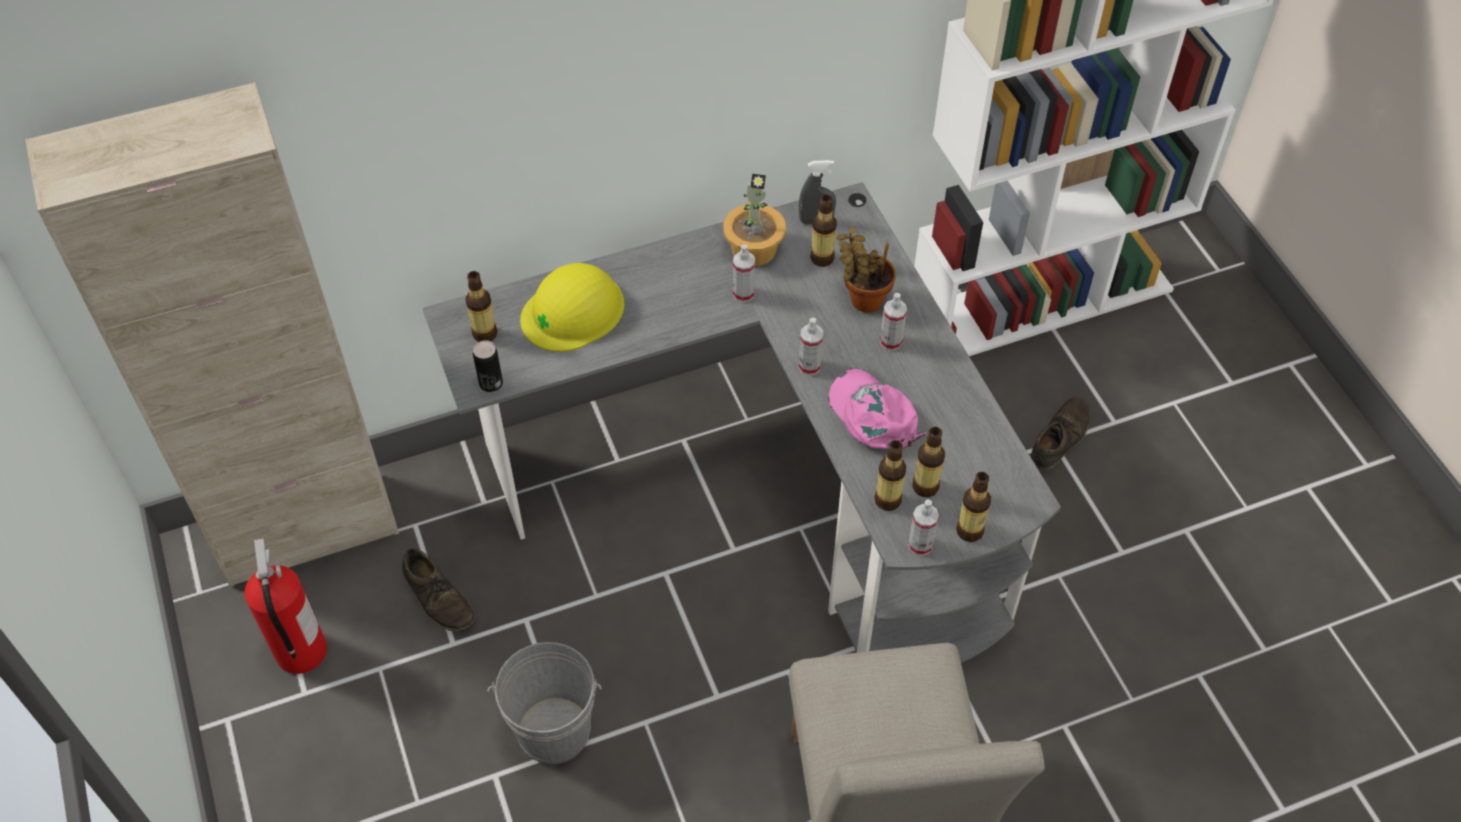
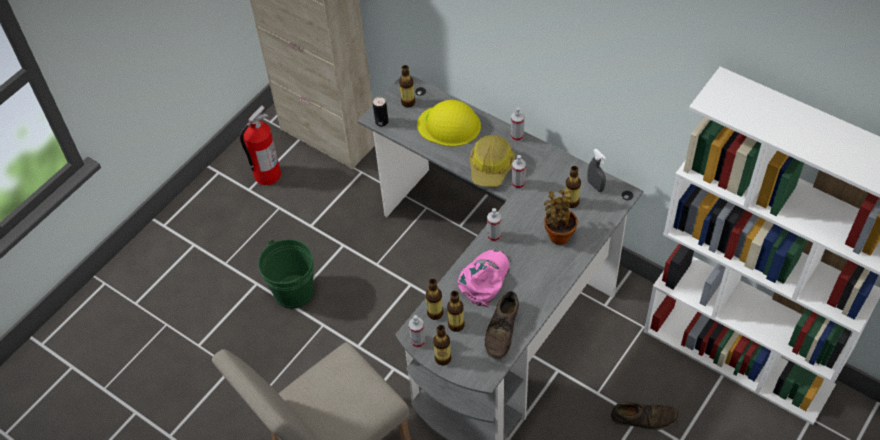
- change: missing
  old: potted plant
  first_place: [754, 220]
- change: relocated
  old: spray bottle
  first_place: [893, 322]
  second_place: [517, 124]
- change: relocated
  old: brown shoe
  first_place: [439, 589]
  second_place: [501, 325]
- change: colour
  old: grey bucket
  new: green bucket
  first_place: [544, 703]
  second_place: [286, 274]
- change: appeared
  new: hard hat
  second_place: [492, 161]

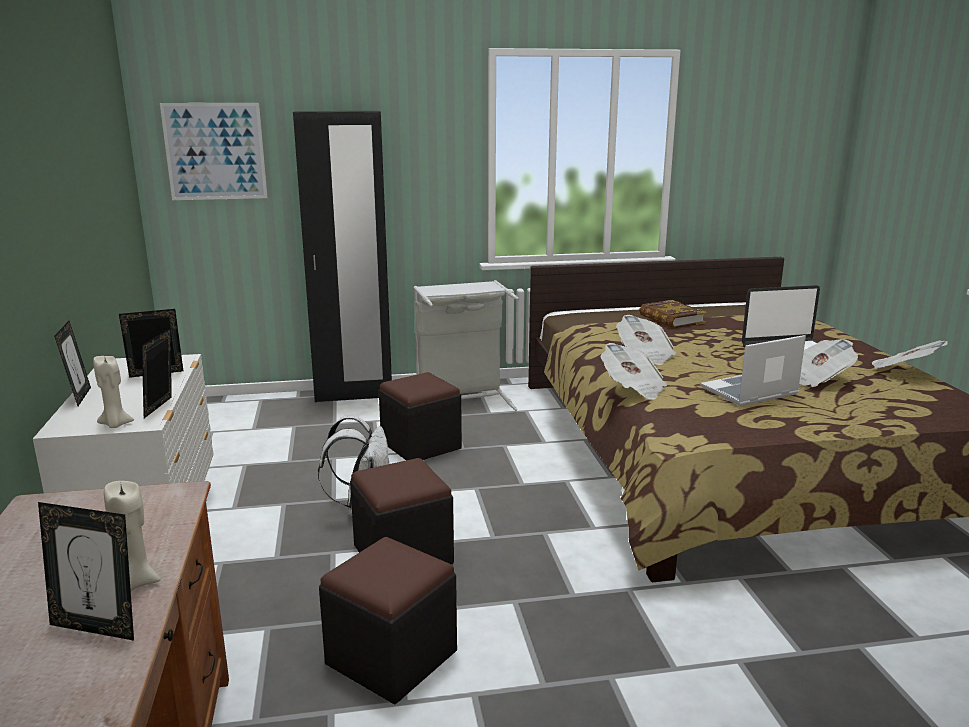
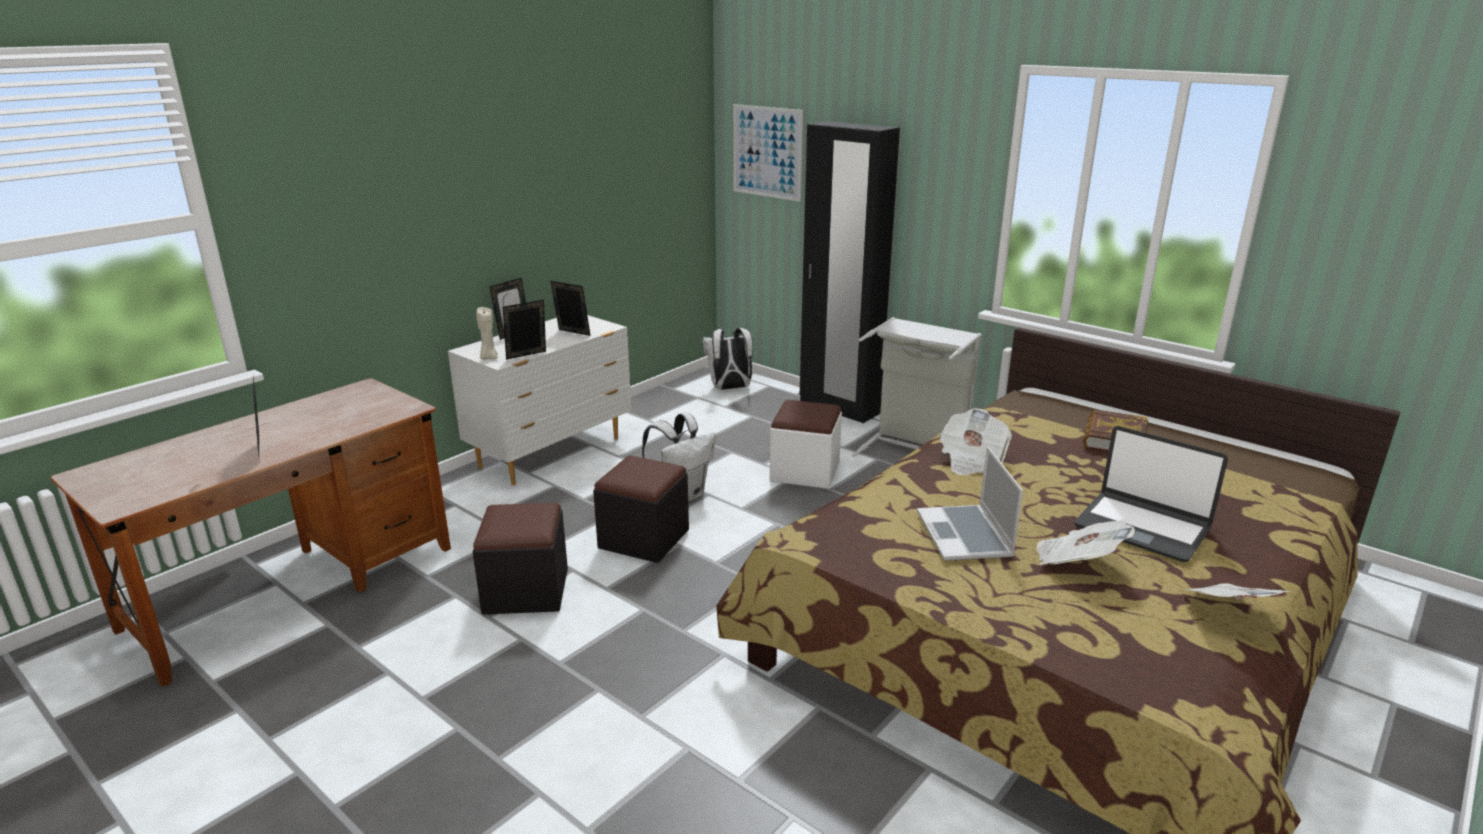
- change: spun
  old: laptop
  first_place: [753, 370]
  second_place: [970, 503]
  degrees: -120
- change: missing
  old: newspaper
  first_place: [634, 371]
- change: colour
  old: black ottoman
  new: white ottoman
  first_place: [420, 416]
  second_place: [806, 444]
- change: missing
  old: beige candle
  first_place: [132, 536]
- change: appeared
  new: white backpack
  second_place: [727, 359]

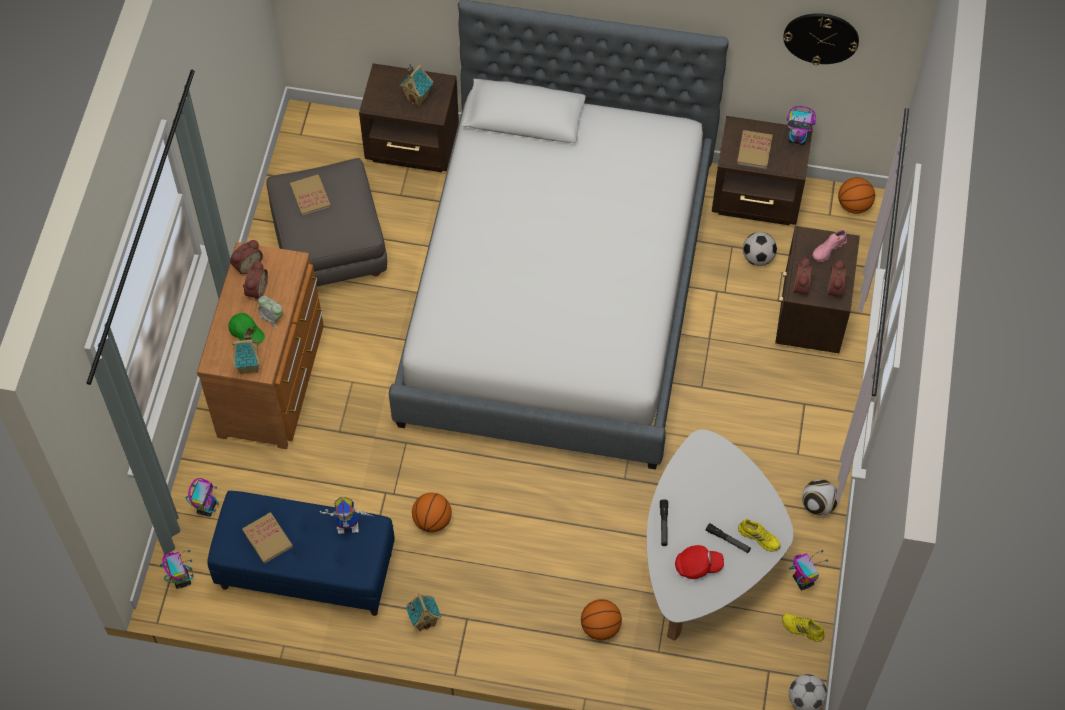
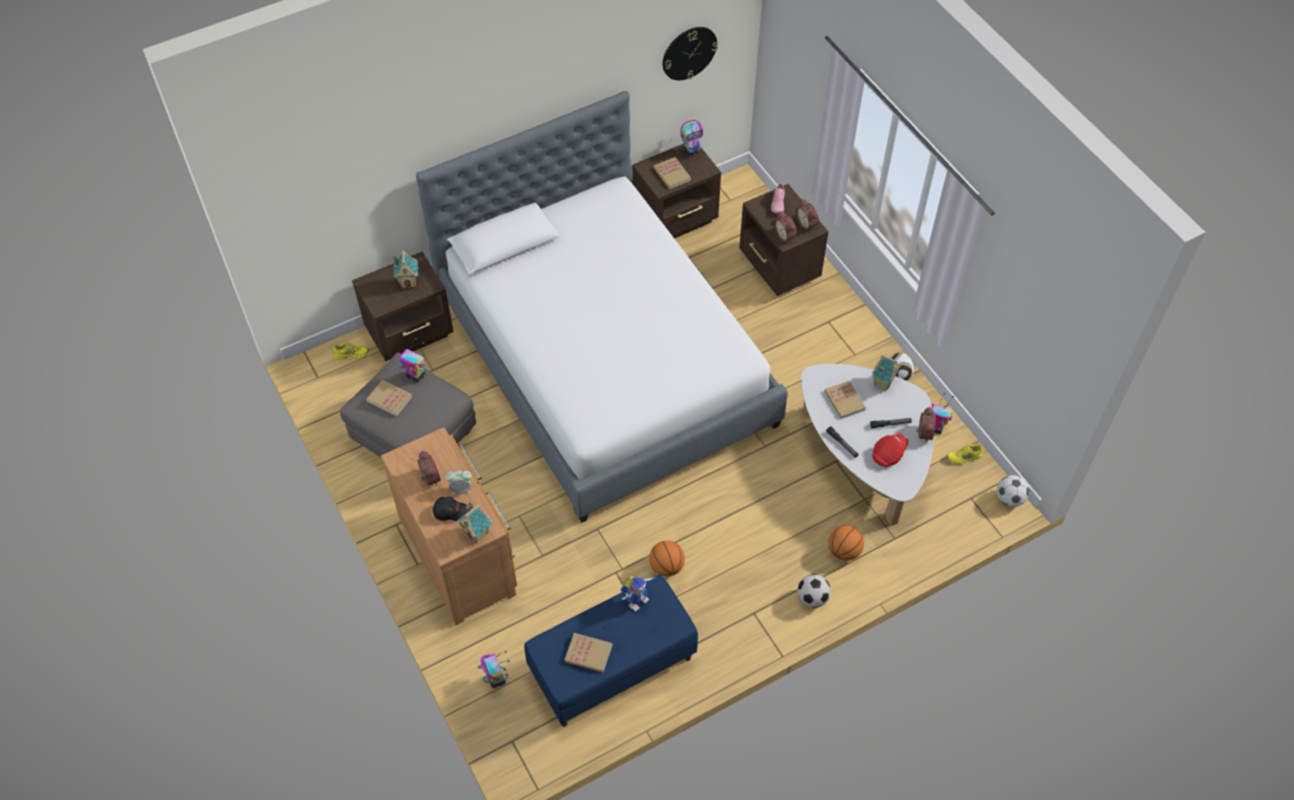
- change: missing
  old: basketball
  first_place: [856, 195]
- change: relocated
  old: football
  first_place: [760, 249]
  second_place: [814, 591]
- change: relocated
  old: alarm clock
  first_place: [246, 257]
  second_place: [926, 425]
- change: colour
  old: green cap
  new: black cap
  first_place: [246, 329]
  second_place: [450, 509]
- change: relocated
  old: yellow shoe
  first_place: [759, 535]
  second_place: [351, 351]
- change: relocated
  old: toy robot
  first_place: [177, 569]
  second_place: [412, 360]
- change: relocated
  old: toy house
  first_place: [423, 612]
  second_place: [886, 372]
- change: appeared
  new: book
  second_place: [845, 400]

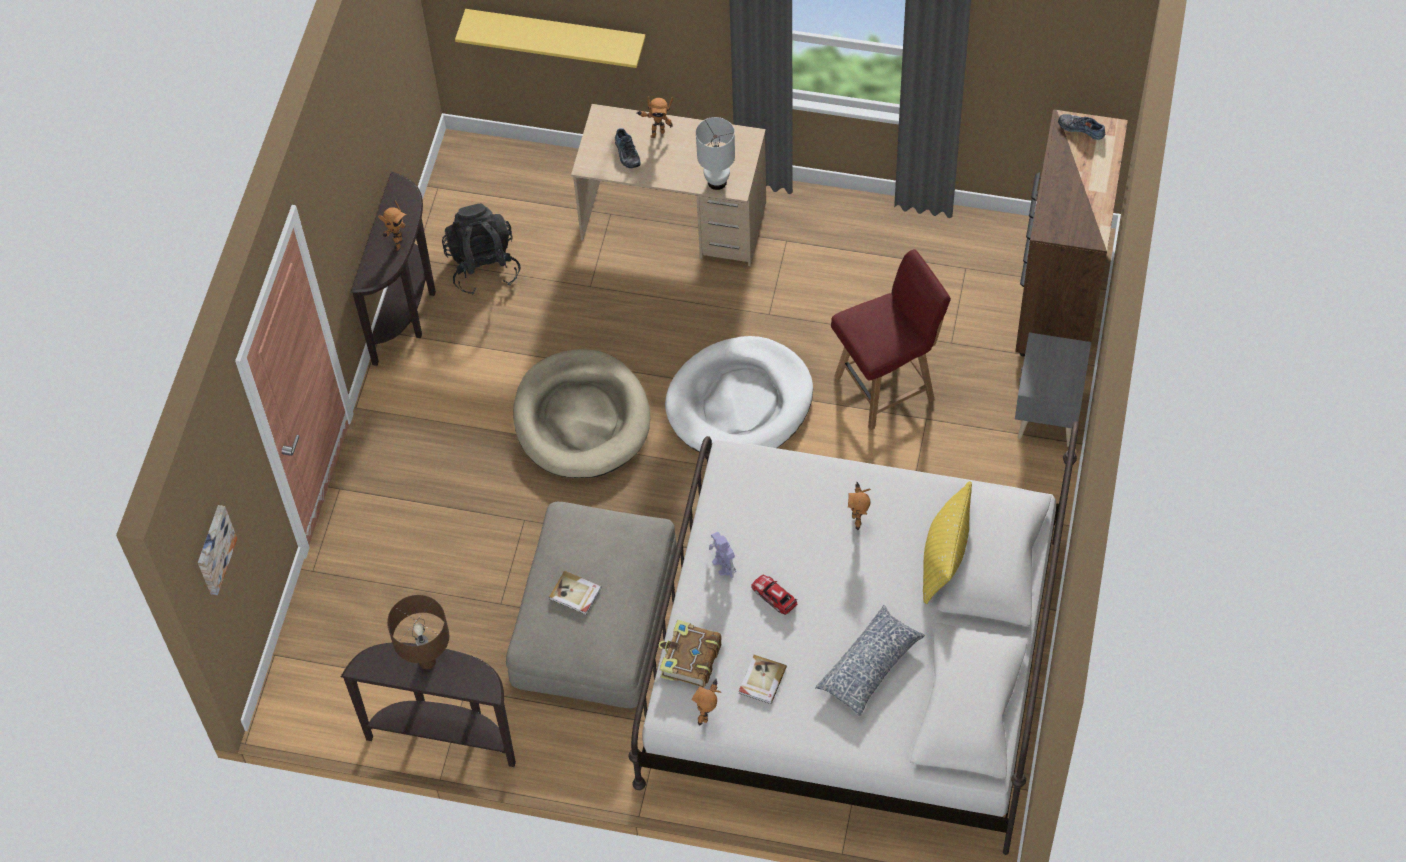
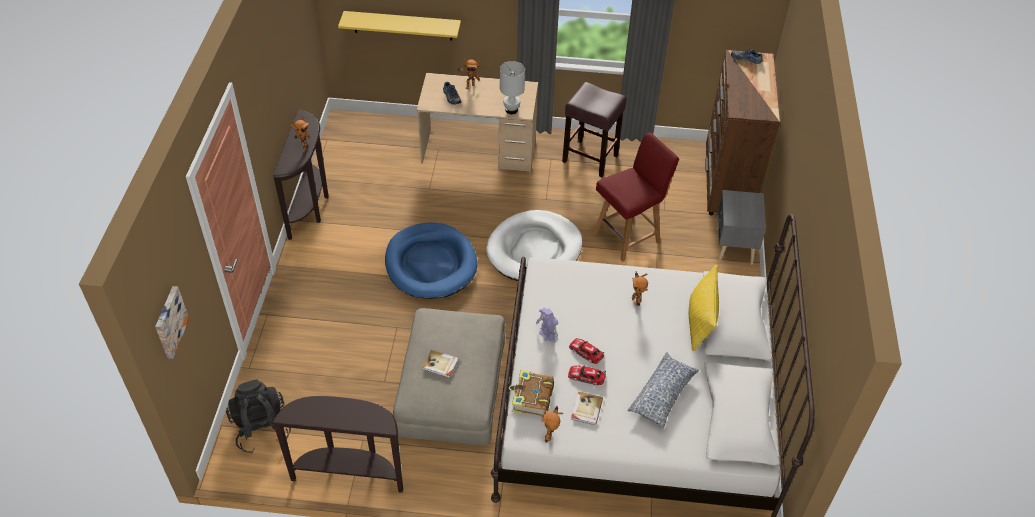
- change: relocated
  old: black backpack
  first_place: [481, 249]
  second_place: [258, 416]
- change: colour
  old: beige dog bed
  new: blue dog bed
  first_place: [581, 413]
  second_place: [431, 261]
- change: missing
  old: brown table lamp
  first_place: [418, 632]
- change: appeared
  new: brown stool
  second_place: [594, 129]
- change: appeared
  new: toy car
  second_place: [587, 375]

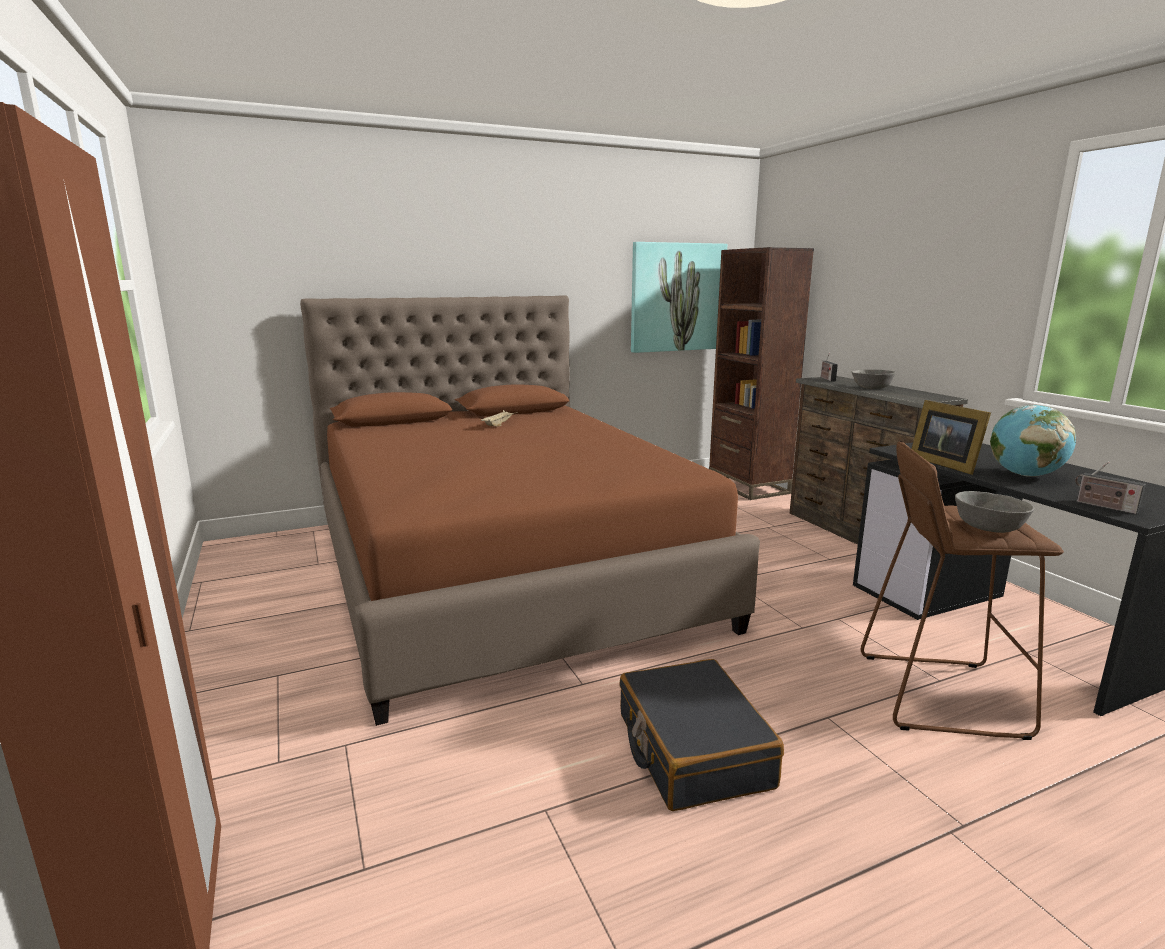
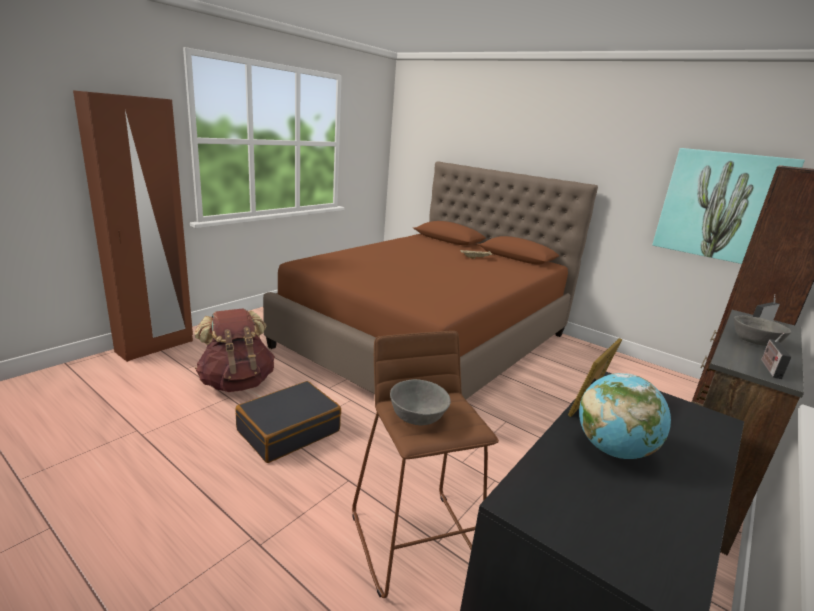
- change: relocated
  old: radio
  first_place: [1110, 488]
  second_place: [776, 356]
- change: appeared
  new: brown backpack
  second_place: [235, 350]

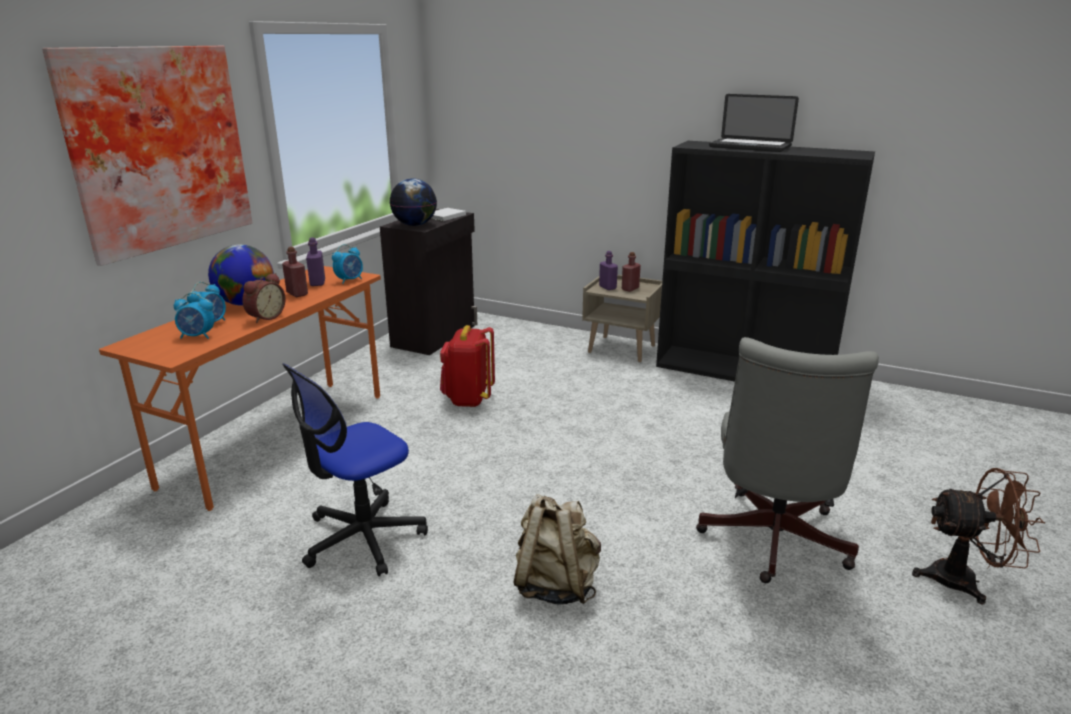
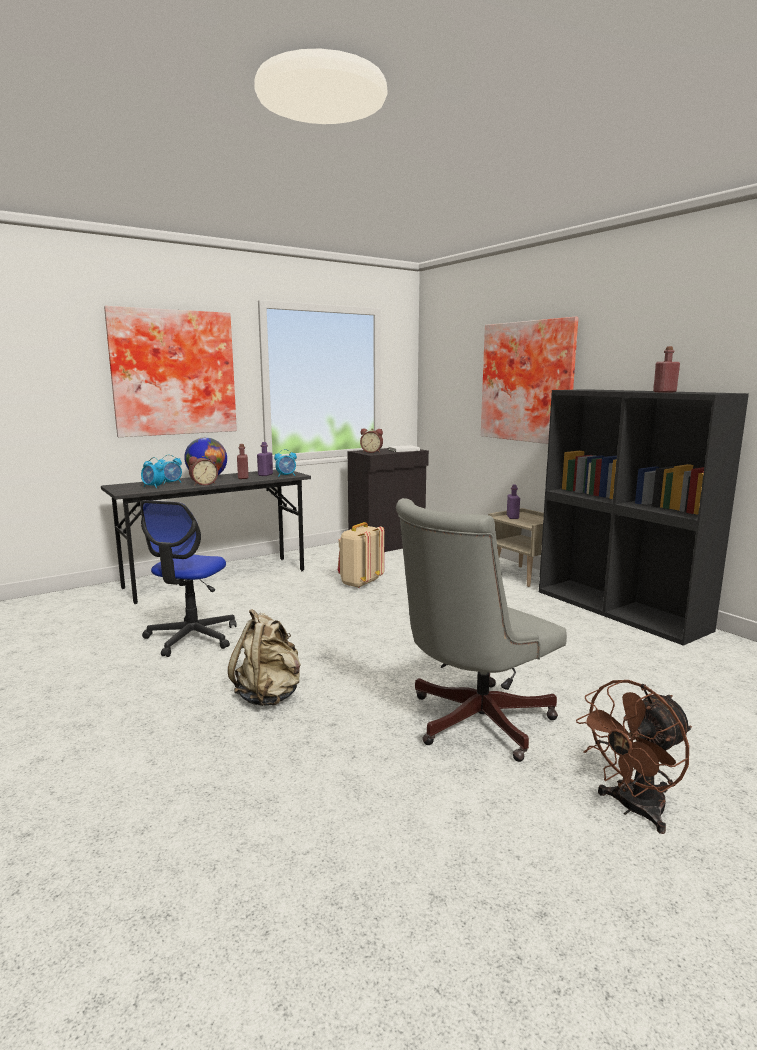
- change: missing
  old: laptop
  first_place: [754, 123]
- change: exchanged
  old: globe
  new: alarm clock
  first_place: [413, 202]
  second_place: [371, 441]
- change: relocated
  old: red bottle
  first_place: [631, 272]
  second_place: [666, 369]
- change: colour
  old: orange desk
  new: grey desk
  first_place: [240, 388]
  second_place: [206, 536]
- change: colour
  old: red backpack
  new: beige backpack
  first_place: [467, 366]
  second_place: [361, 555]
- change: spun
  old: office chair
  first_place: [355, 469]
  second_place: [188, 578]
  degrees: -60
- change: spun
  old: brown fan
  first_place: [978, 536]
  second_place: [634, 757]
  degrees: 105
- change: appeared
  new: picture
  second_place: [529, 380]

